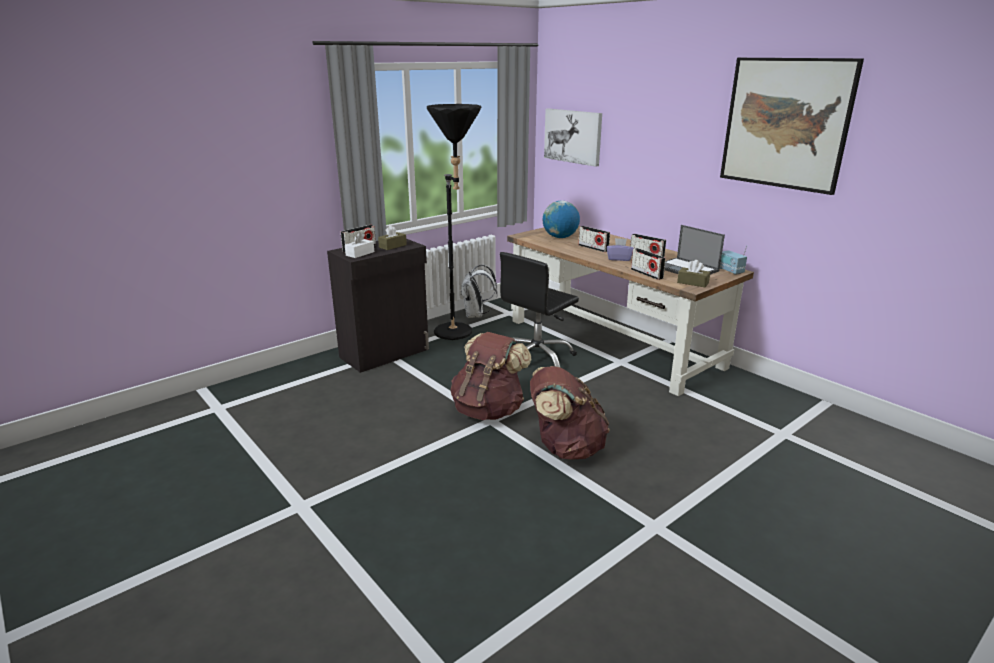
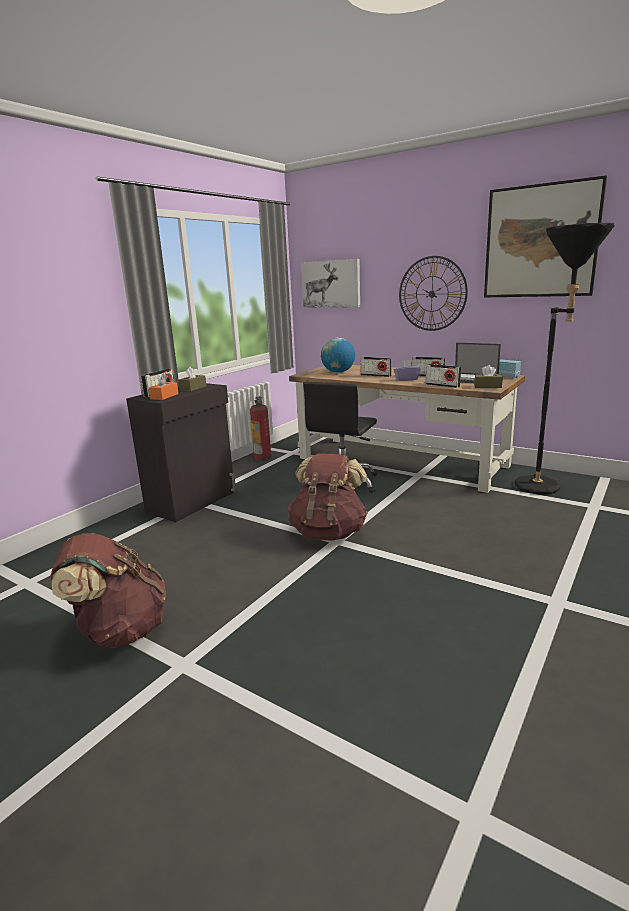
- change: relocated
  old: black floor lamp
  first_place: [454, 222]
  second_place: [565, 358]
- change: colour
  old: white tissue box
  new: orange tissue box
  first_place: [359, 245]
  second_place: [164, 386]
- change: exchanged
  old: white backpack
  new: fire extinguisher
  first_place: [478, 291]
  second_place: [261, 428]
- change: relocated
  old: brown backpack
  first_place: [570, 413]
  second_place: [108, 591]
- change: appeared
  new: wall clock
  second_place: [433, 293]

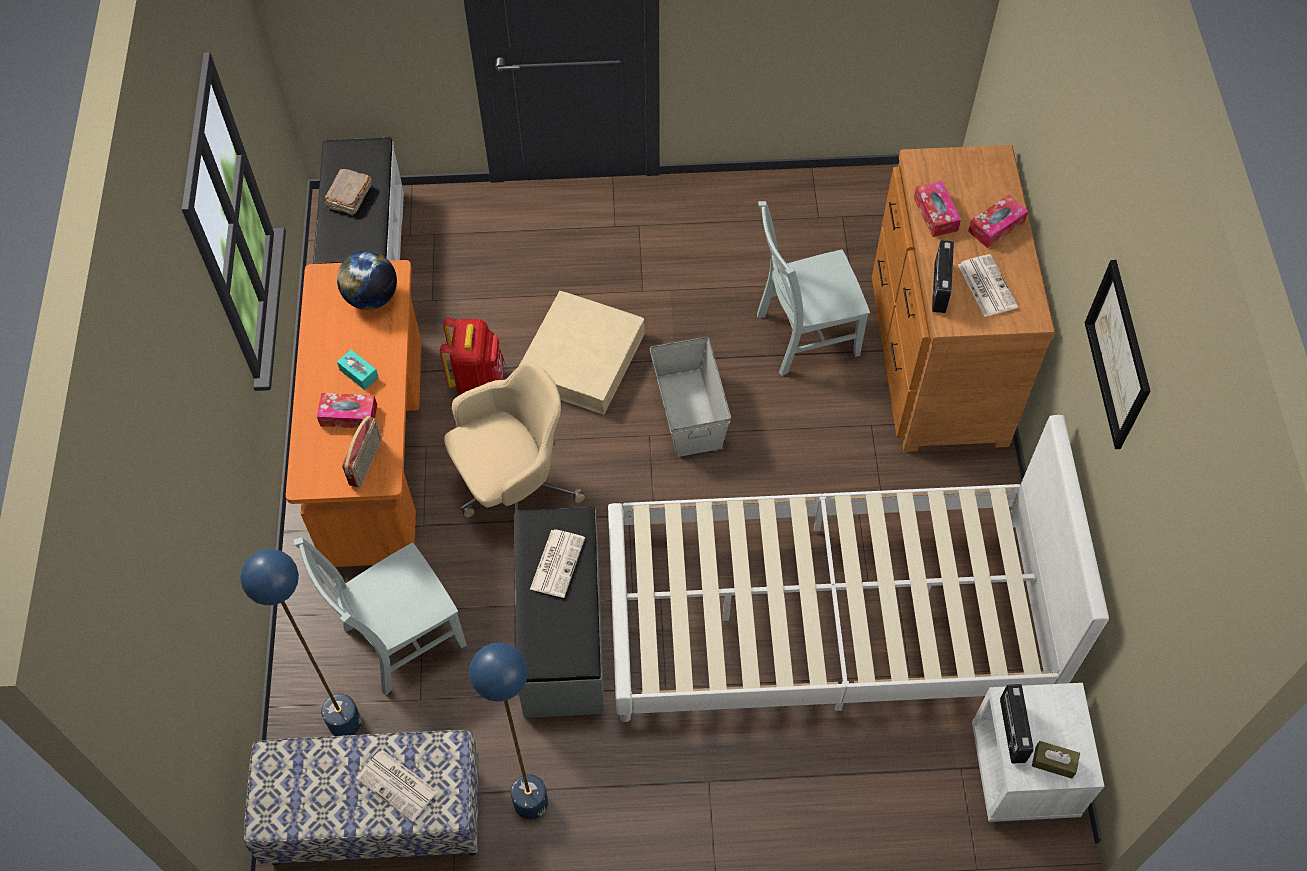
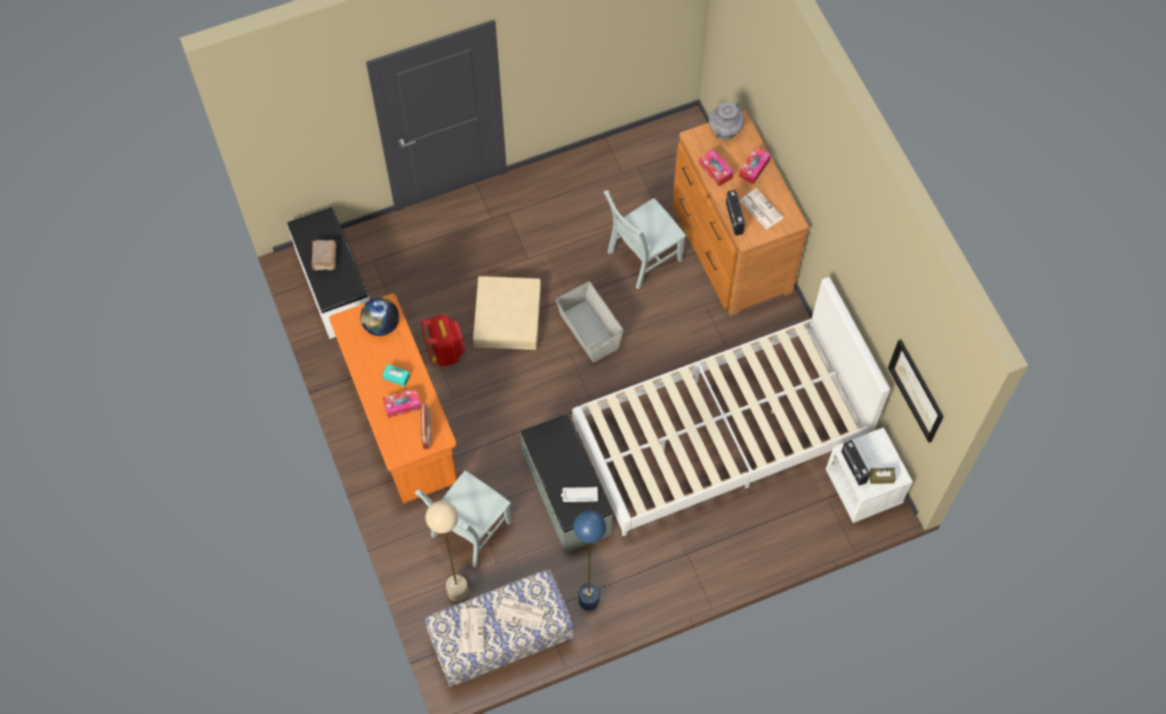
- change: relocated
  old: picture
  first_place: [1117, 354]
  second_place: [916, 391]
- change: missing
  old: beige office chair
  first_place: [514, 439]
- change: relocated
  old: newspaper
  first_place: [557, 564]
  second_place: [472, 630]
- change: colour
  old: blue floor lamp
  new: beige floor lamp
  first_place: [301, 642]
  second_place: [447, 551]
- change: appeared
  new: grey vase
  second_place: [727, 121]
- change: appeared
  new: white tray
  second_place: [579, 494]

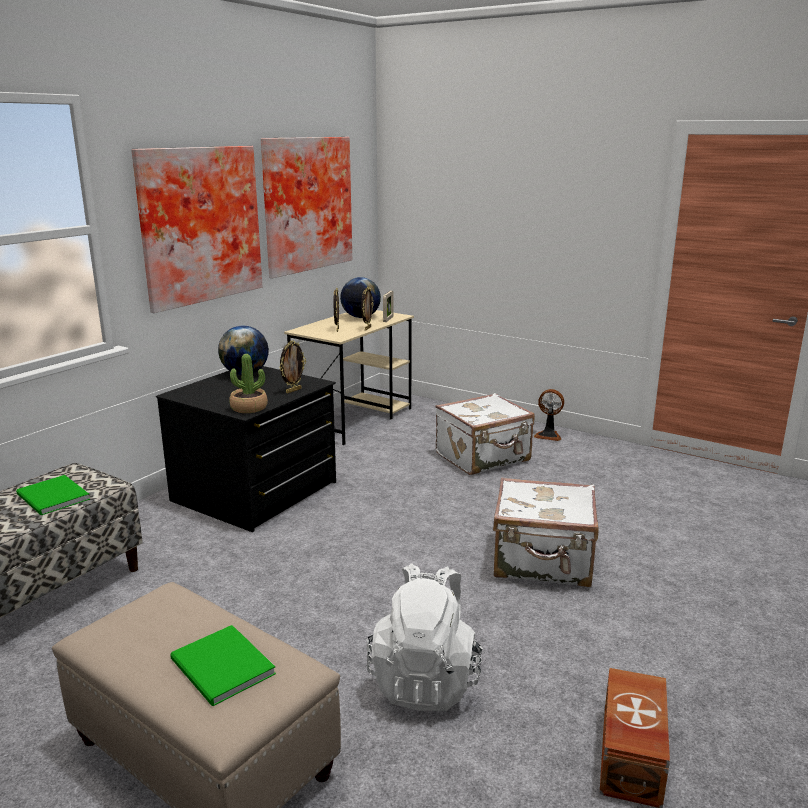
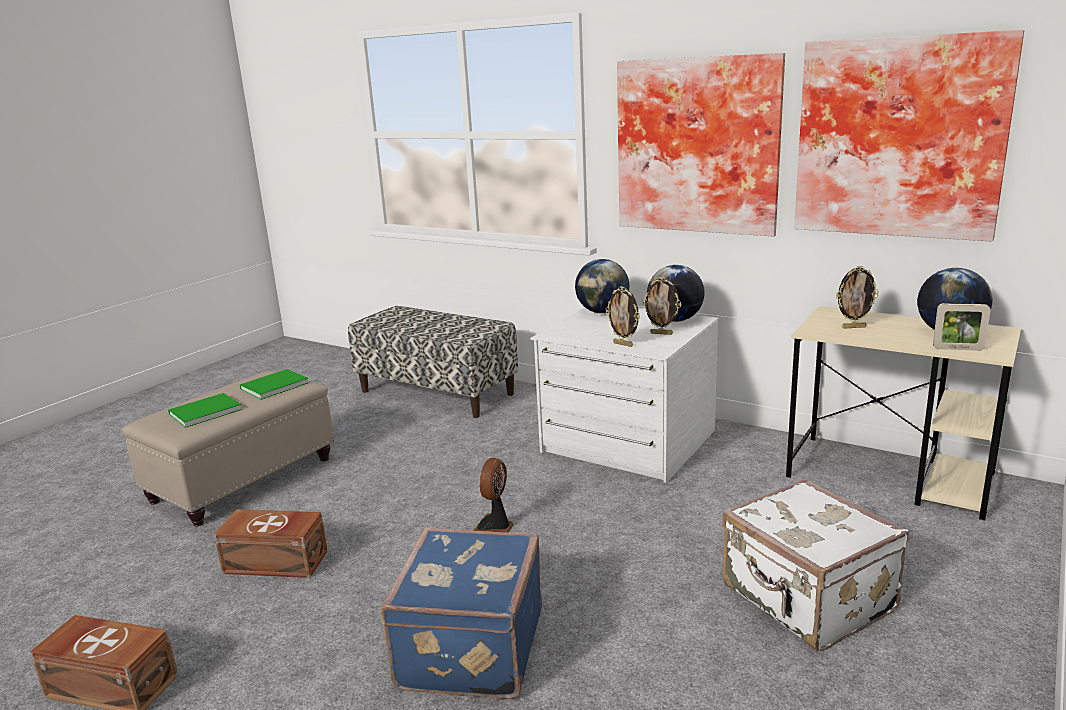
- change: relocated
  old: picture frame
  first_place: [367, 308]
  second_place: [661, 306]
- change: missing
  old: potted plant
  first_place: [248, 383]
- change: colour
  old: black dresser
  new: white dresser
  first_place: [246, 449]
  second_place: [624, 395]
- change: relocated
  old: fan
  first_place: [549, 415]
  second_place: [493, 495]
- change: relocated
  old: green book
  first_place: [53, 495]
  second_place: [274, 384]
- change: colour
  old: white suitcase
  new: blue suitcase
  first_place: [546, 532]
  second_place: [461, 613]
- change: exchanged
  old: white backpack
  new: brown storage box
  first_place: [425, 637]
  second_place: [271, 543]
- change: appeared
  new: globe
  second_place: [602, 286]

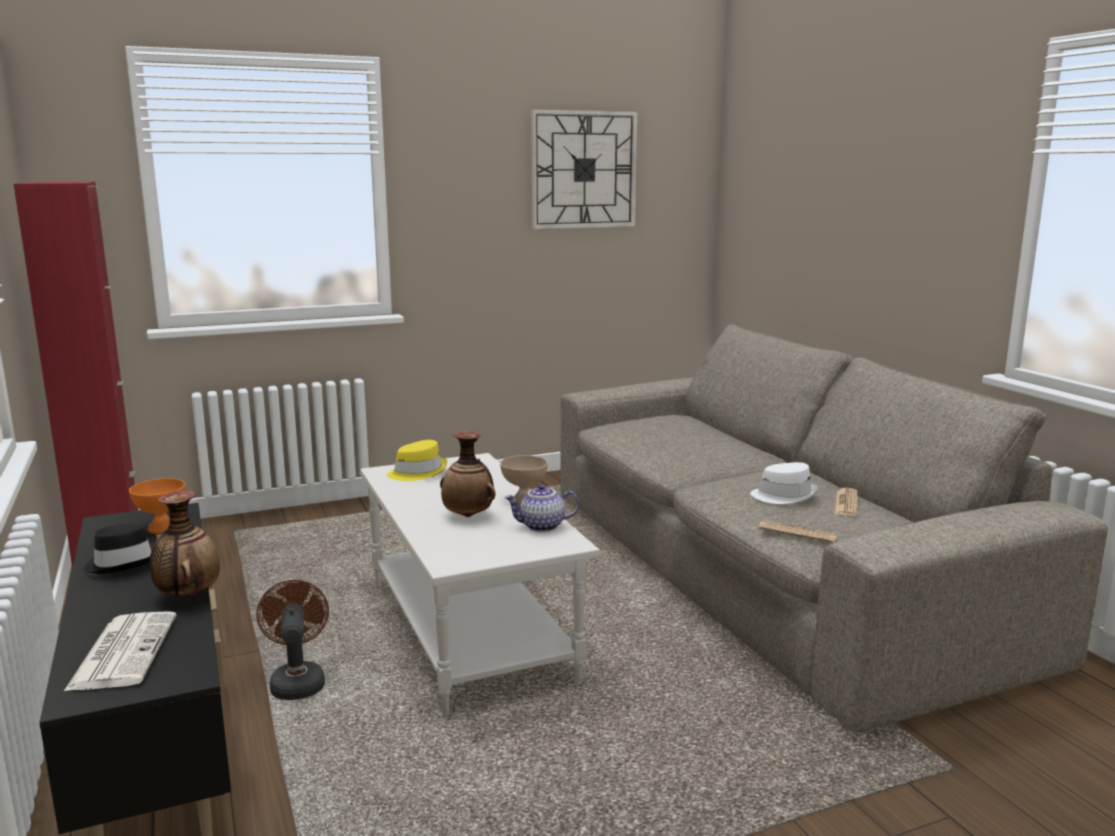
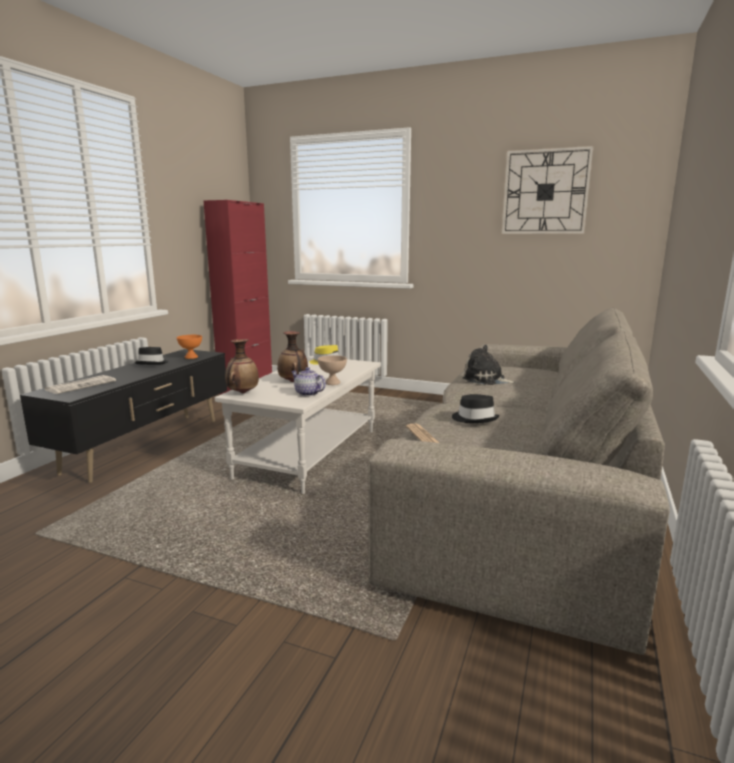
- change: colour
  old: white hat
  new: black hat
  first_place: [784, 483]
  second_place: [476, 408]
- change: missing
  old: newspaper
  first_place: [846, 502]
- change: relocated
  old: vase
  first_place: [185, 544]
  second_place: [242, 366]
- change: missing
  old: brown fan
  first_place: [292, 640]
- change: appeared
  new: plush toy
  second_place: [490, 365]

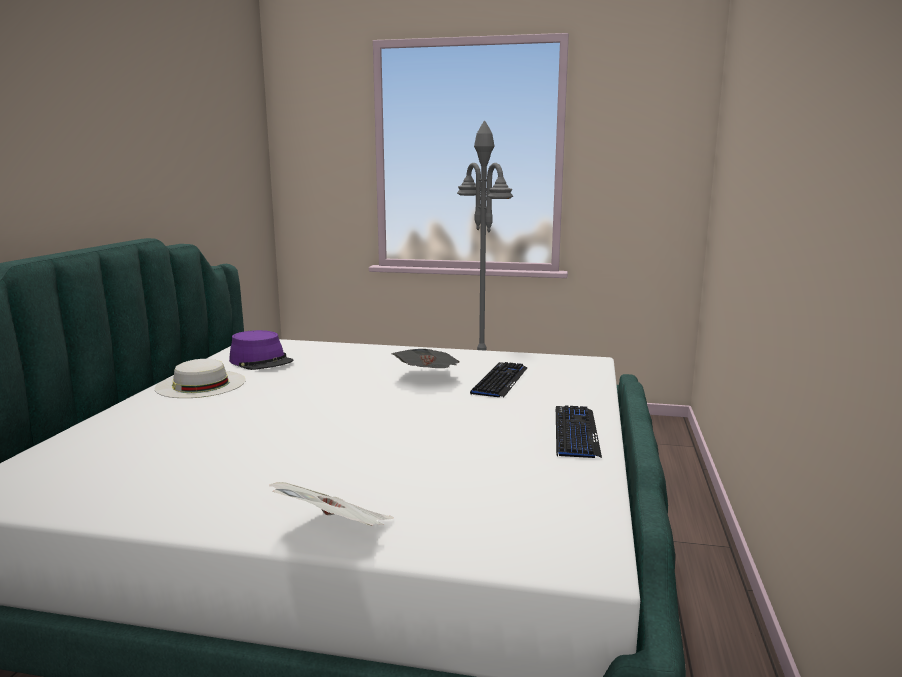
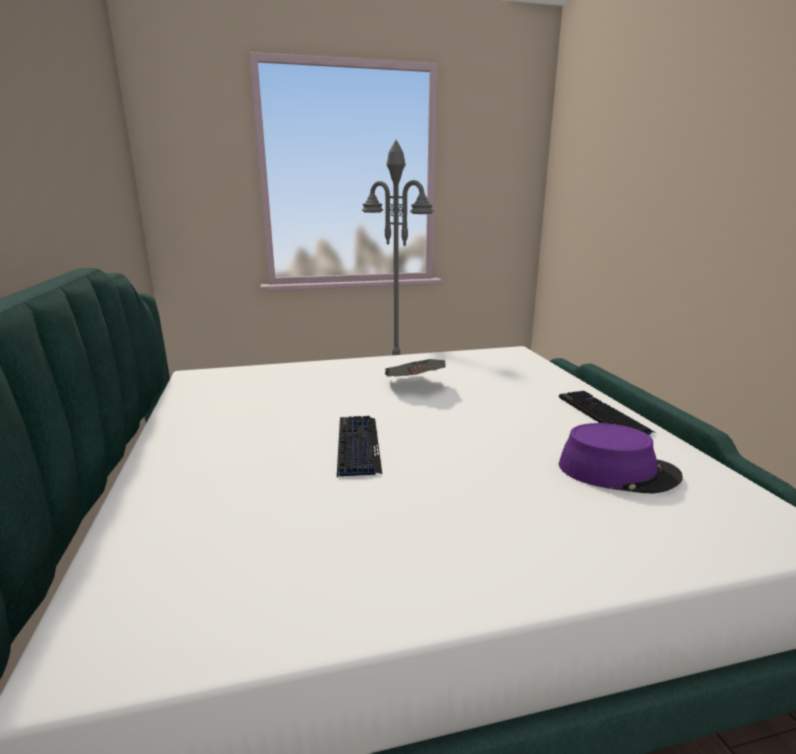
- change: relocated
  old: purple hat
  first_place: [261, 350]
  second_place: [621, 458]
- change: missing
  old: white hat
  first_place: [200, 378]
- change: relocated
  old: keyboard
  first_place: [499, 379]
  second_place: [359, 446]
- change: missing
  old: newspaper
  first_place: [331, 504]

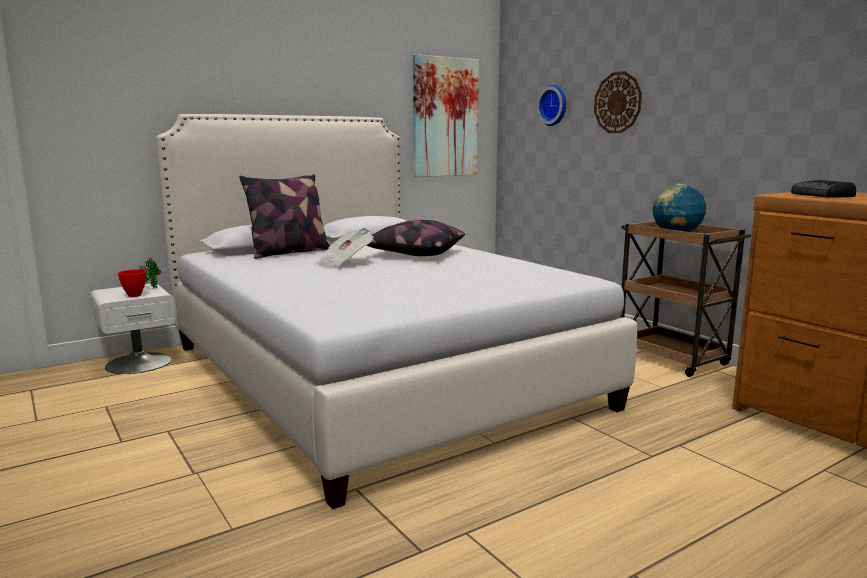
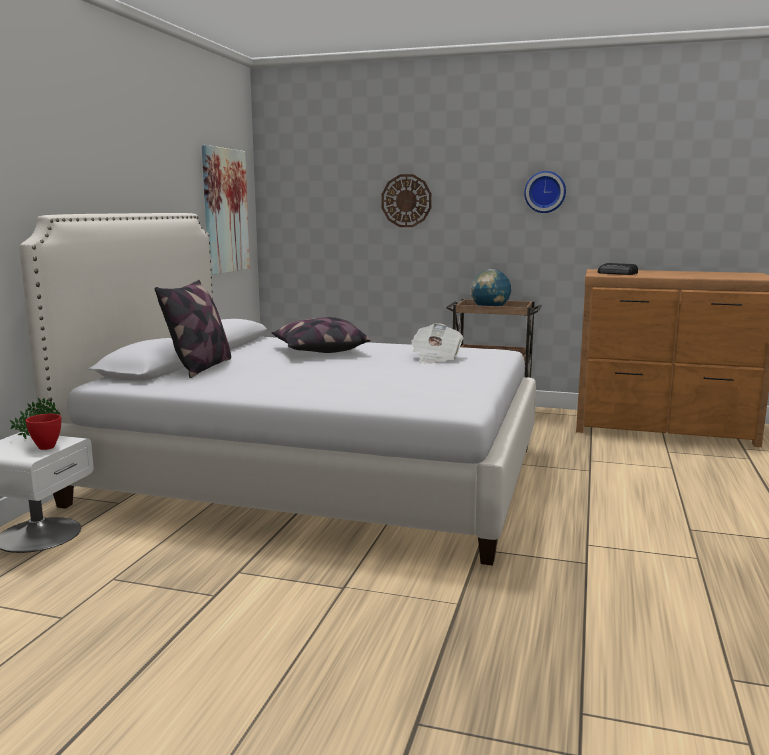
- change: relocated
  old: wall clock
  first_place: [551, 105]
  second_place: [545, 192]
- change: relocated
  old: newspaper
  first_place: [343, 247]
  second_place: [437, 343]

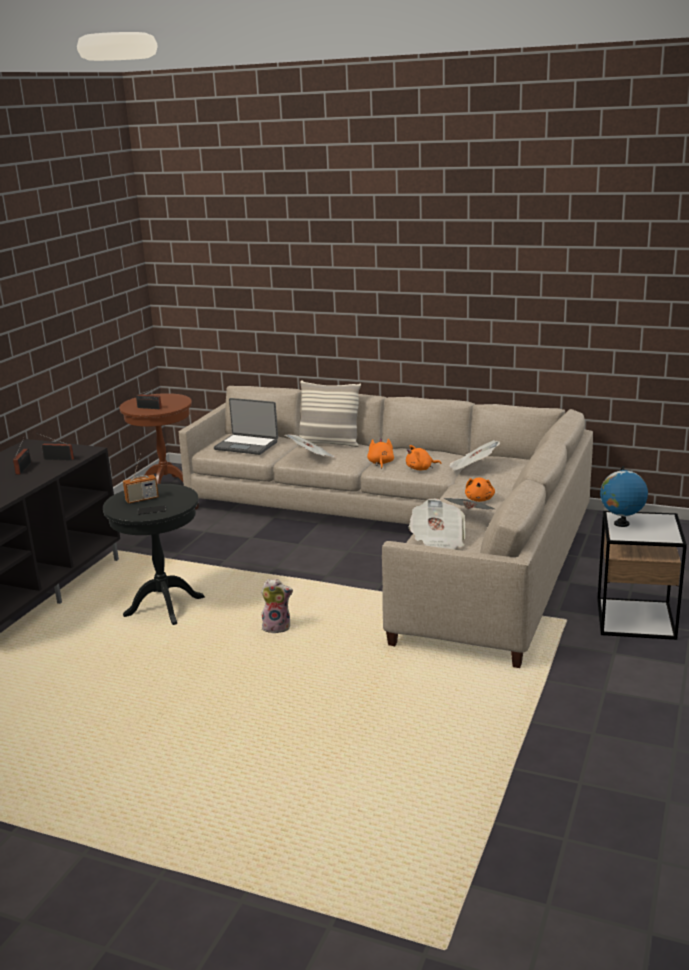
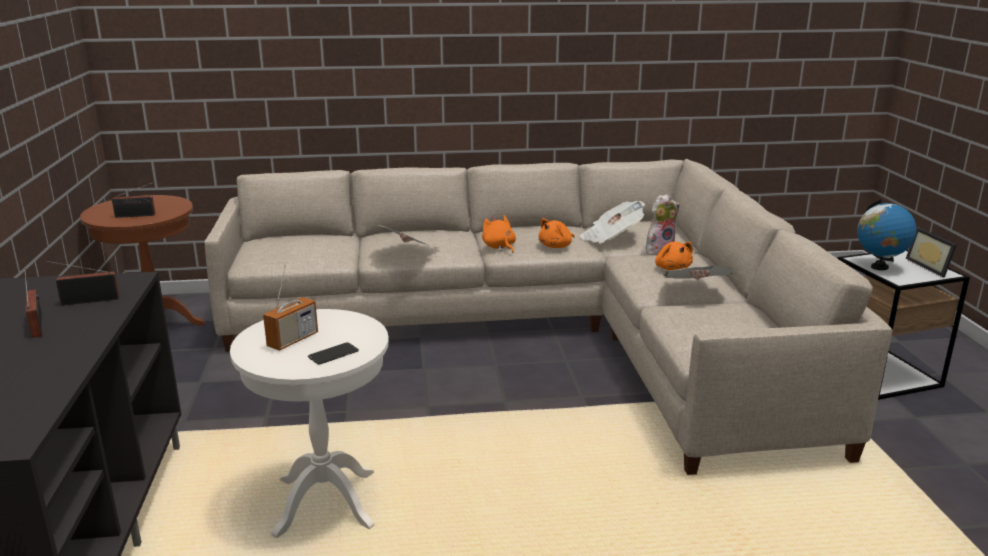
- change: missing
  old: pillow
  first_place: [328, 413]
- change: missing
  old: laptop
  first_place: [246, 426]
- change: colour
  old: black side table
  new: white side table
  first_place: [154, 554]
  second_place: [309, 423]
- change: missing
  old: newspaper
  first_place: [437, 524]
- change: relocated
  old: plush toy
  first_place: [277, 606]
  second_place: [663, 224]
- change: appeared
  new: picture frame
  second_place: [931, 252]

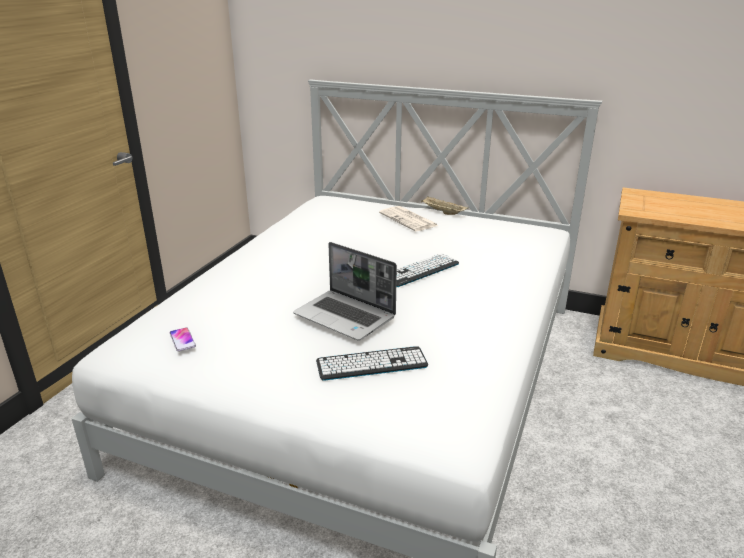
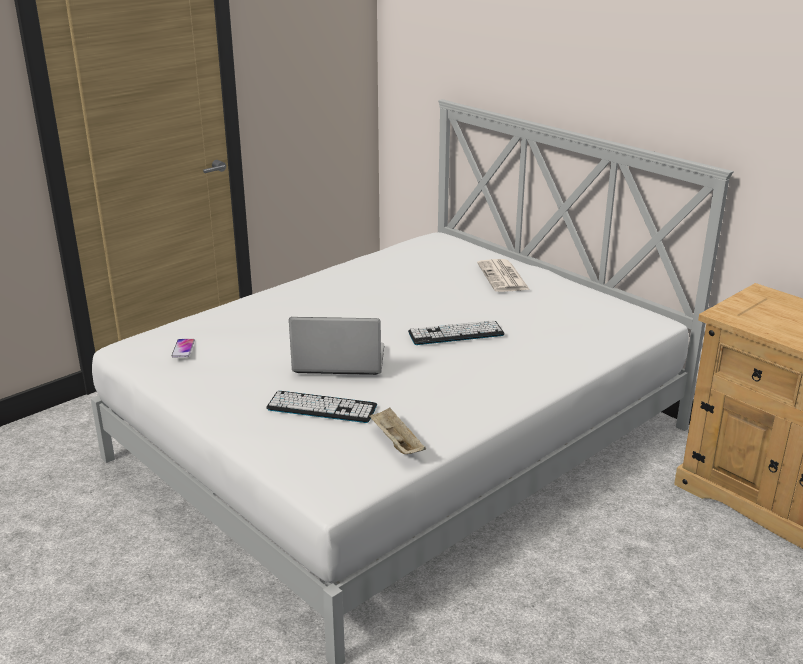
- change: relocated
  old: beige tray
  first_place: [444, 205]
  second_place: [397, 431]
- change: spun
  old: laptop
  first_place: [345, 291]
  second_place: [336, 346]
  degrees: 120

